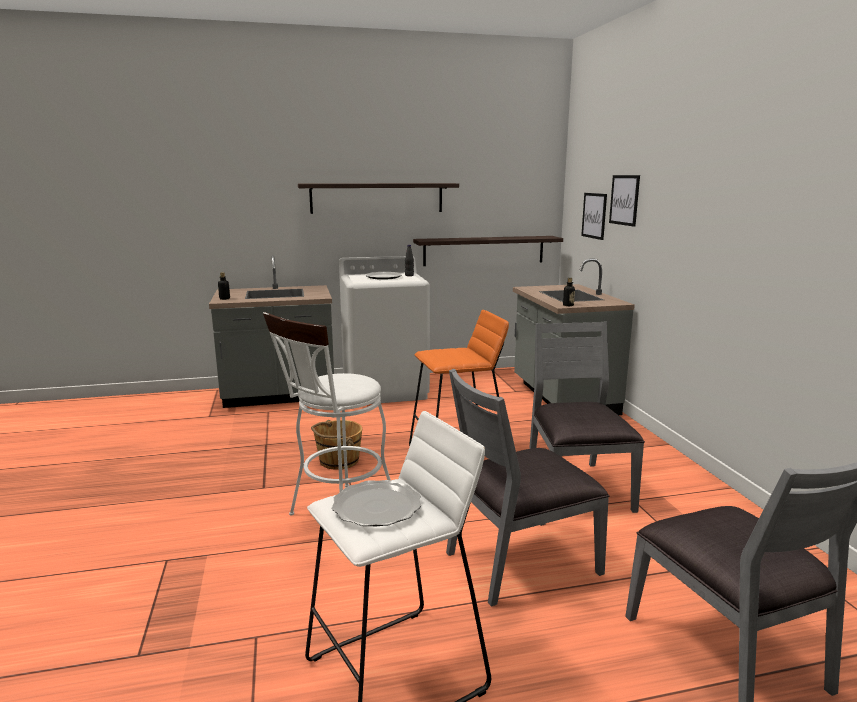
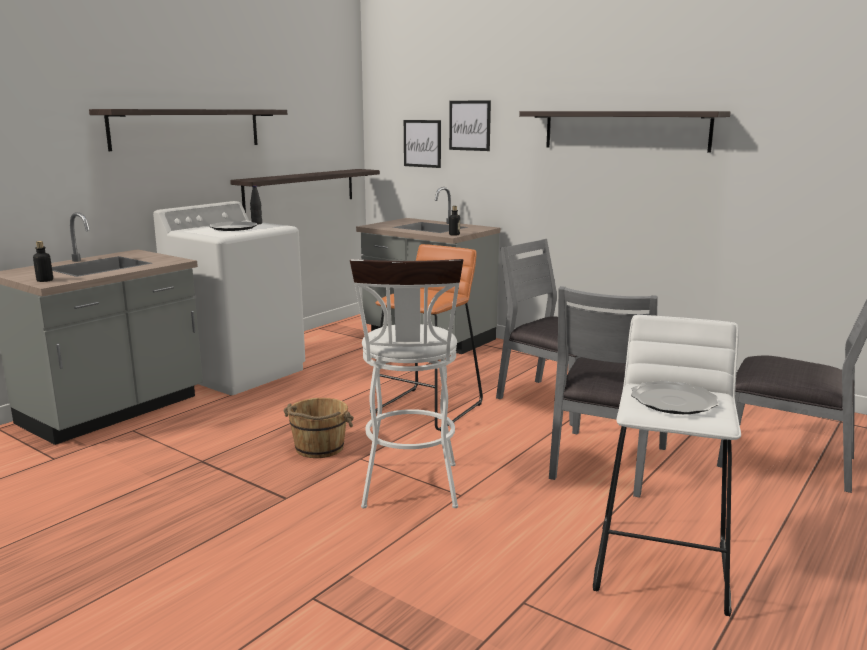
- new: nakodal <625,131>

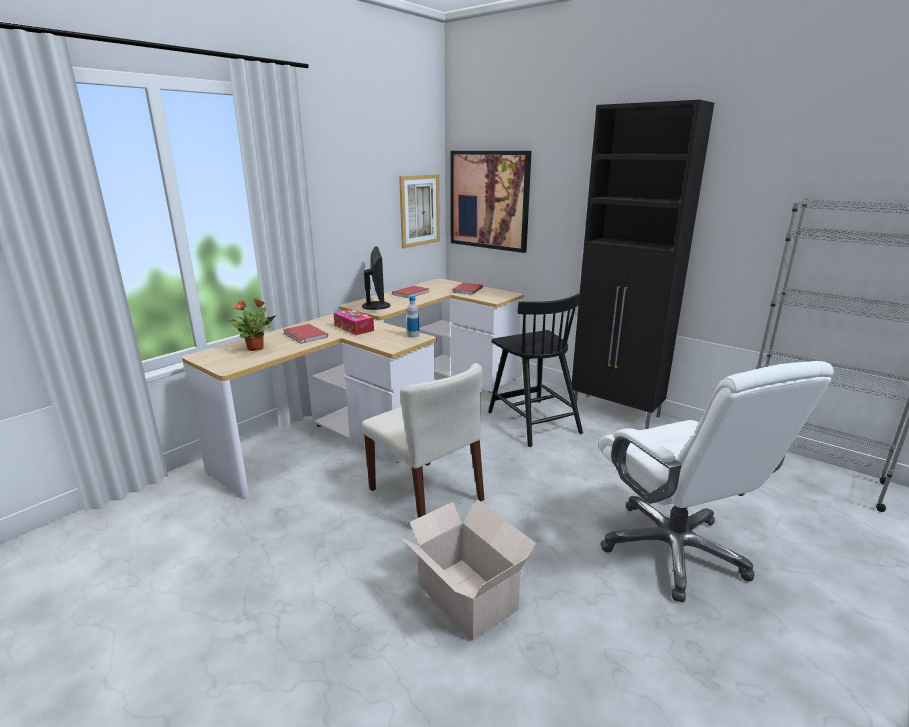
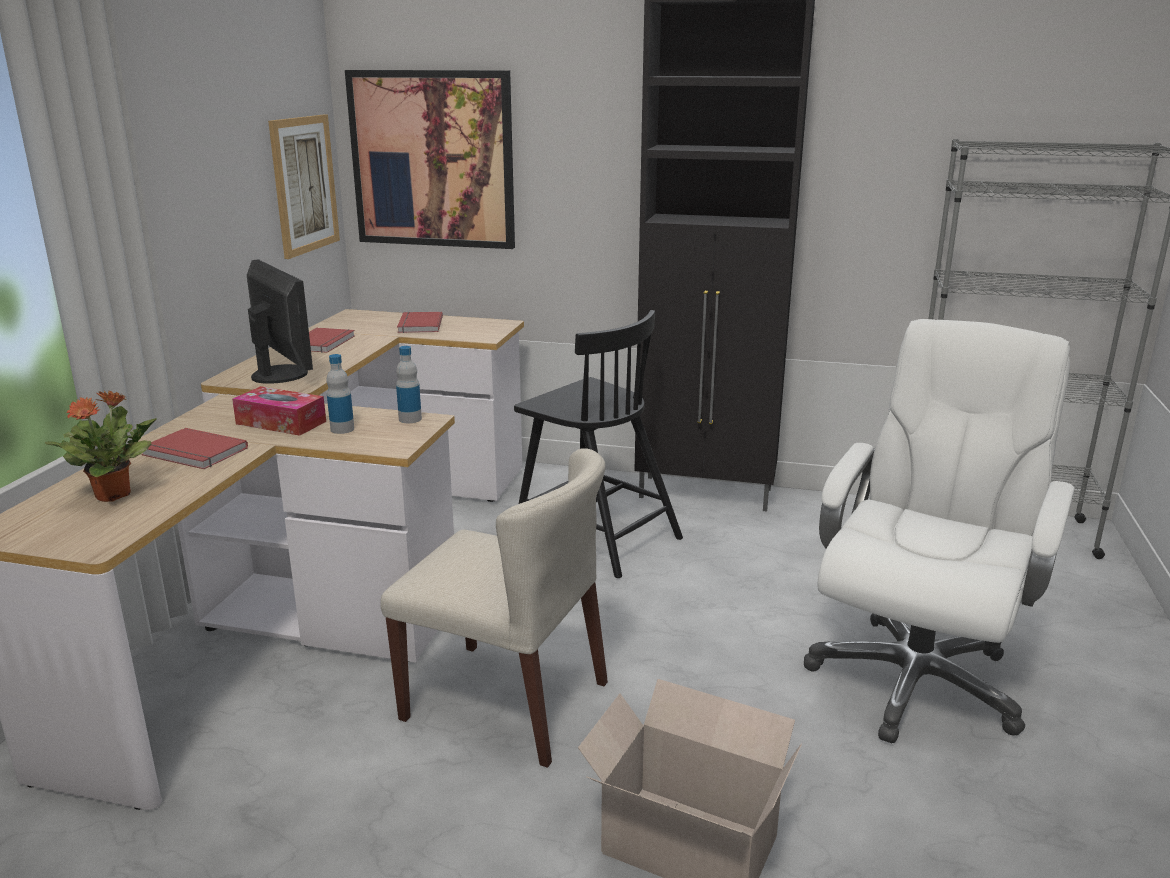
- rotated: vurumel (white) <716,481> = <939,531> 105 degrees counterclockwise
- new: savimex <340,394>

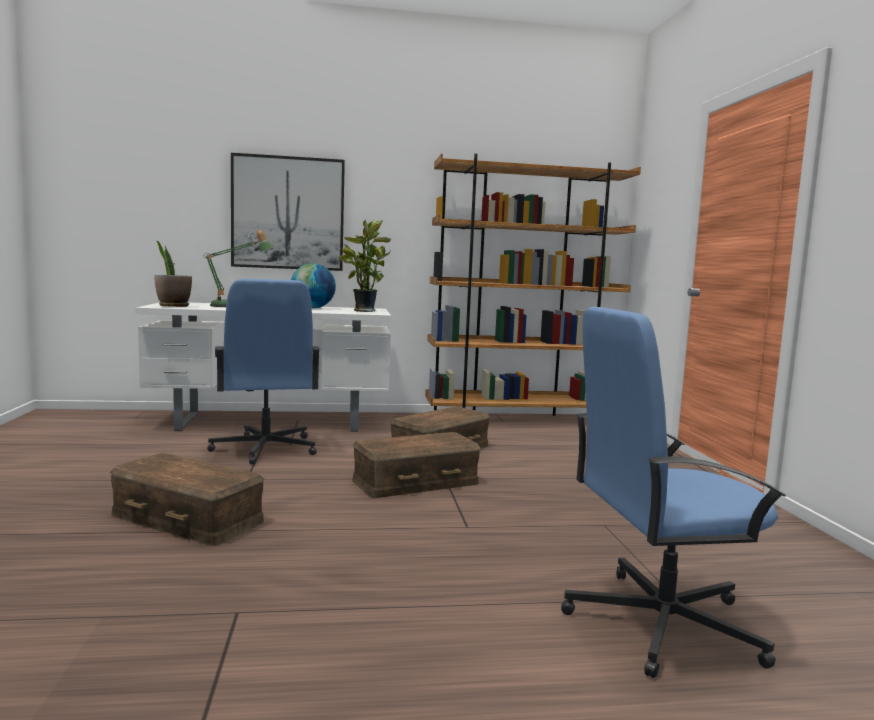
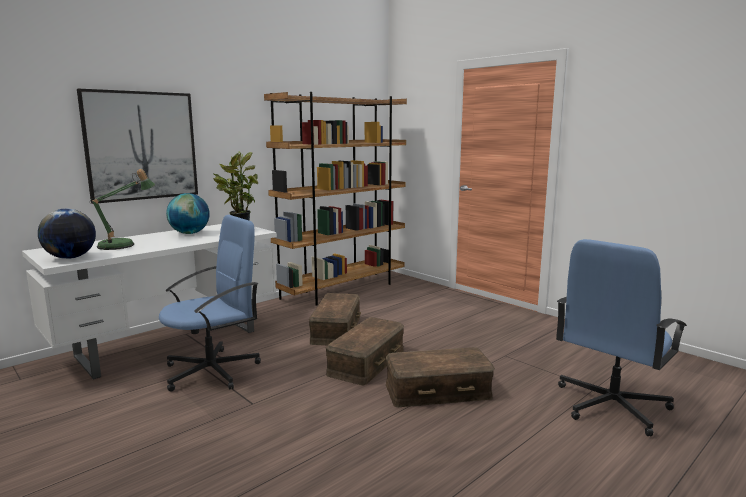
- shifted: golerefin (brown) <187,499> to <440,377>
- swapped: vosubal <173,273> to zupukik <67,234>
- rotated: vurumel (blue) <264,372> = <210,303> 75 degrees counterclockwise

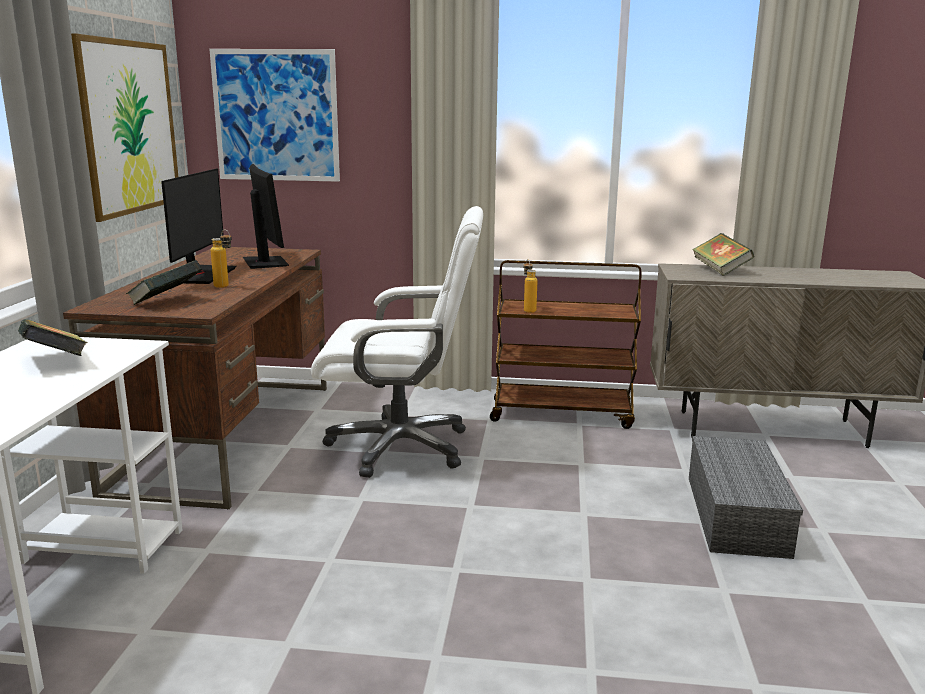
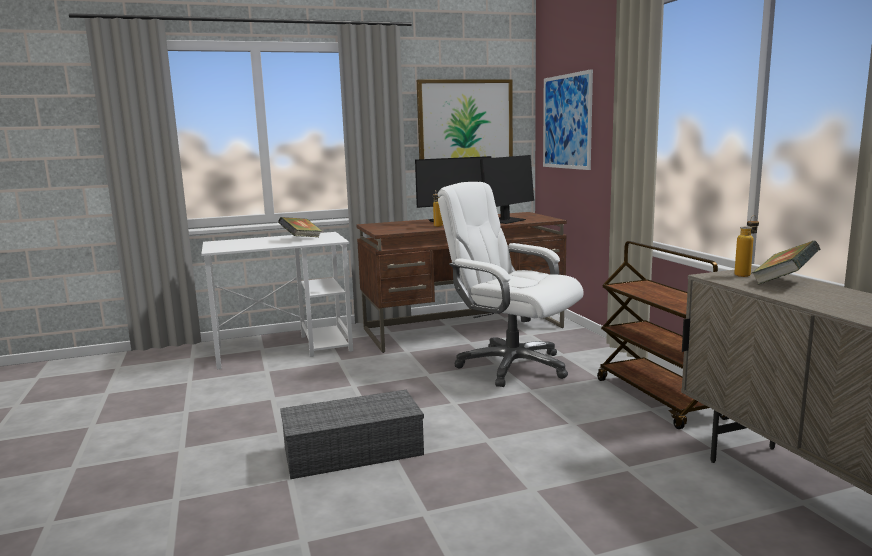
- gone: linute <164,283>
- rotated: vurumel (white) <397,342> = <511,284> 150 degrees clockwise
- shifted: savimex <530,286> to <746,246>
- shifted: golerefin (grey) <746,497> to <352,434>

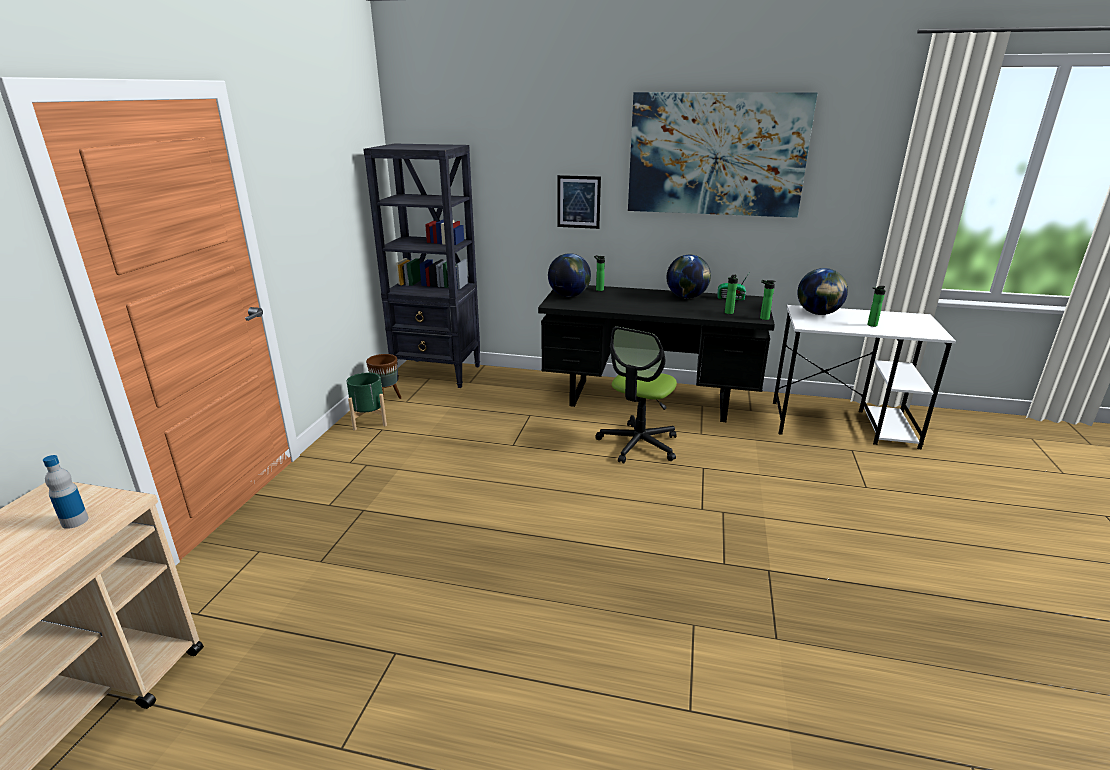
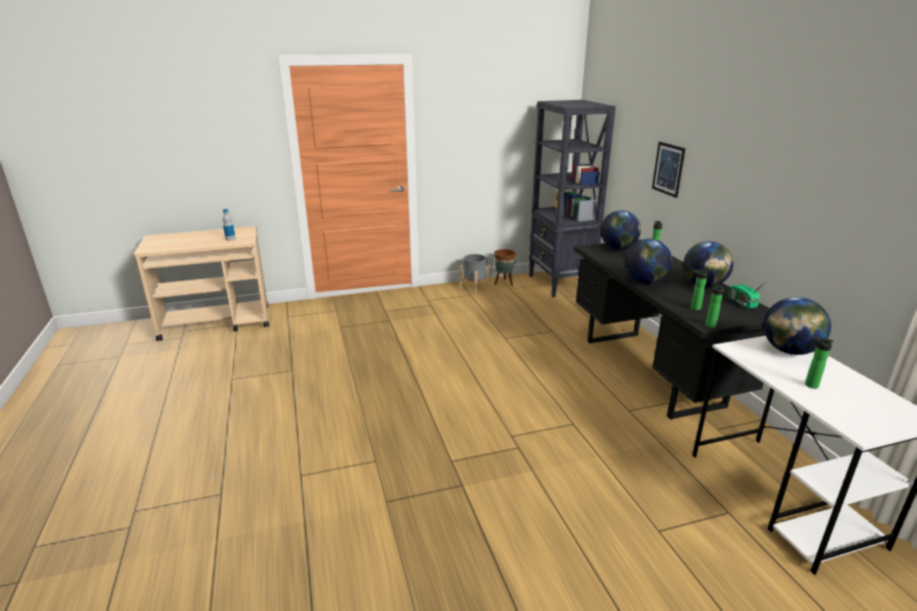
- repainted: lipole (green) <367,402> to lipole (grey) <475,274>
- gone: vurumel <636,395>
- gone: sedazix <722,155>
- new: zupukik <648,261>

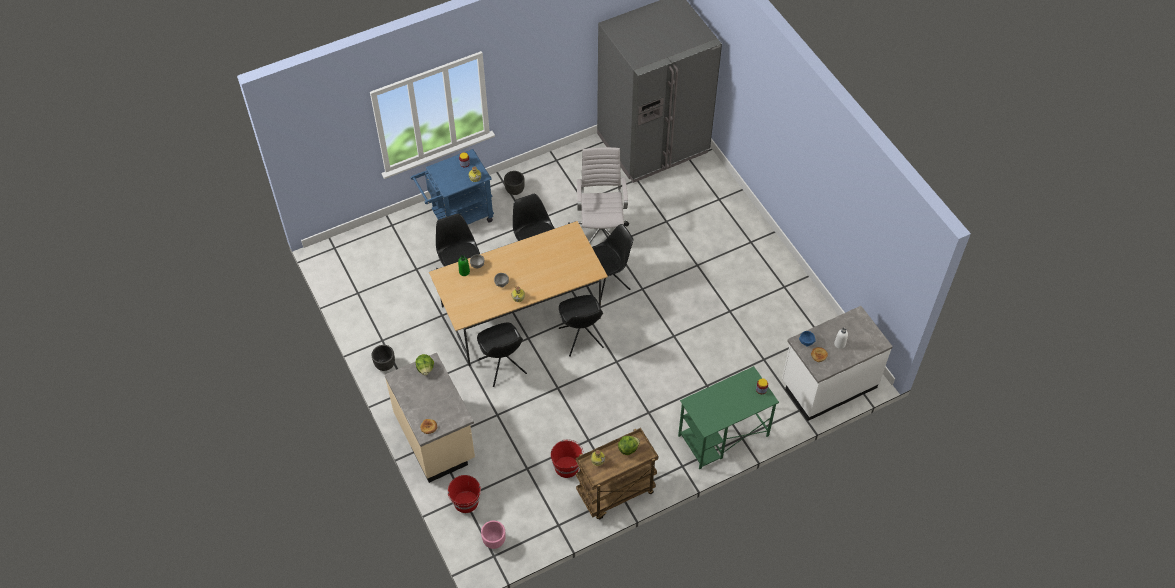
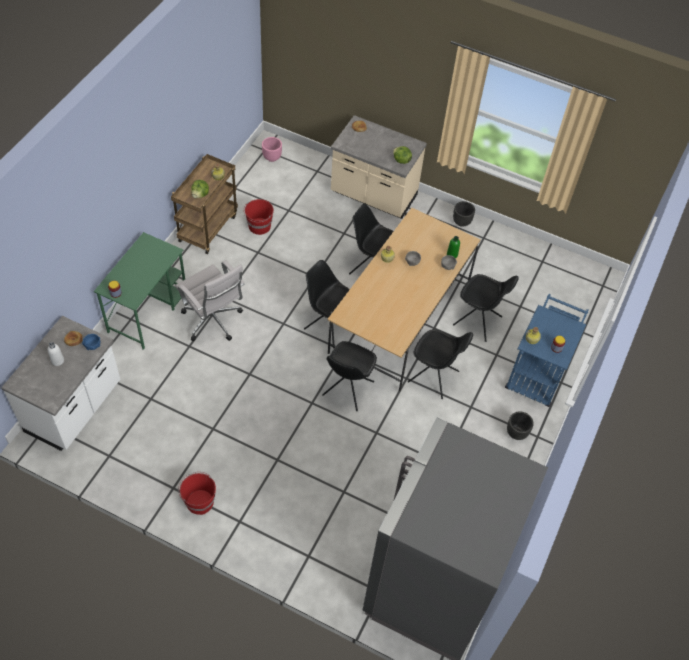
- shifted: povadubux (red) <464,494> to <197,493>
- shifted: vurumel (white) <603,195> to <210,300>

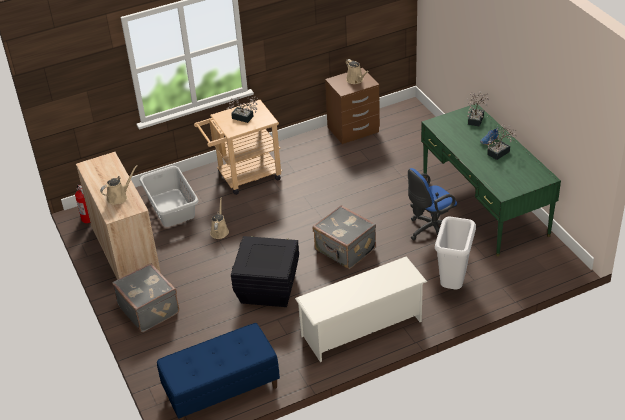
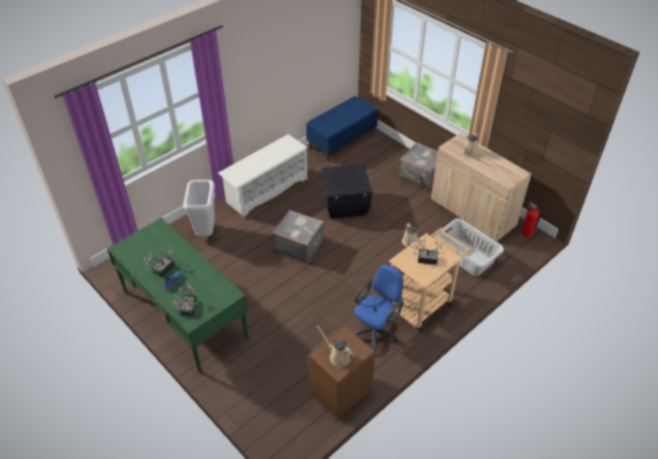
- shifted: vurumel (blue) <432,204> to <378,310>

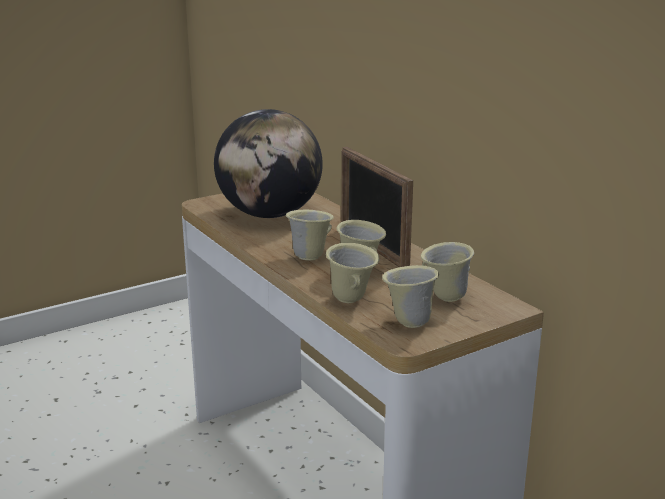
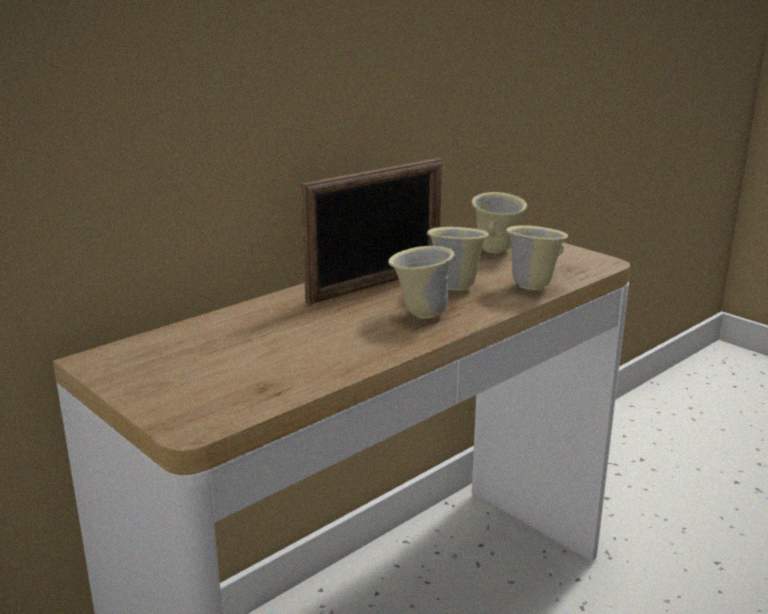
- gone: zupukik <268,163>
- gone: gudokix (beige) <410,296>

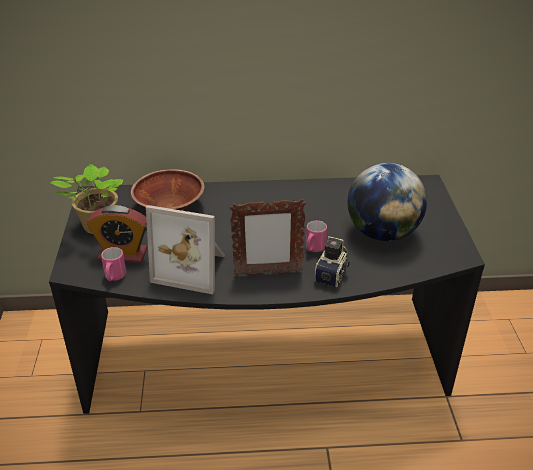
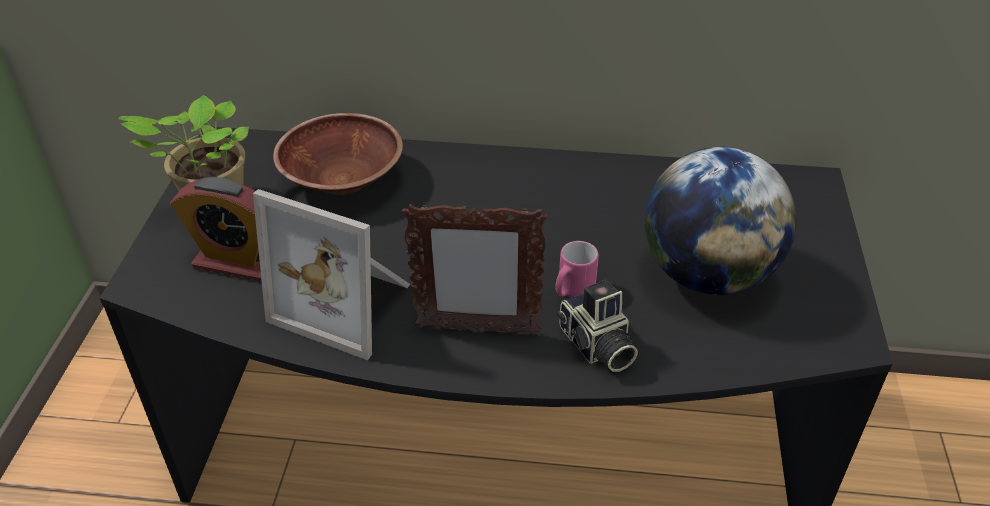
- gone: gudokix (pink) <113,264>
- rotated: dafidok <332,261> = <597,326> 120 degrees clockwise

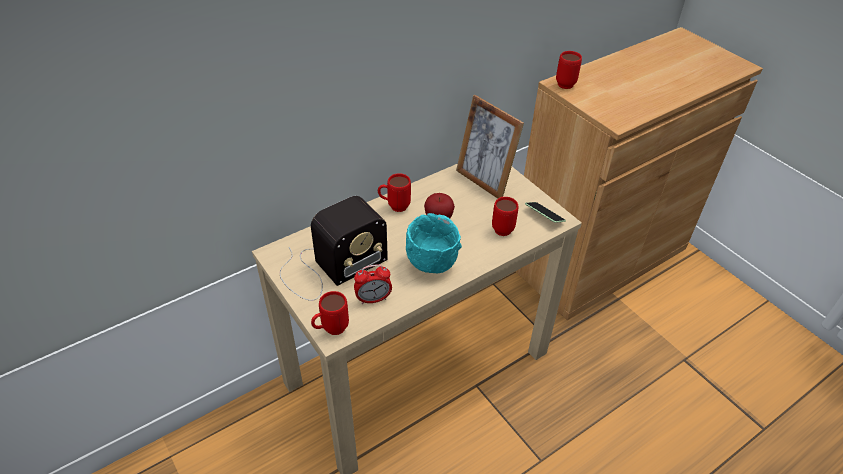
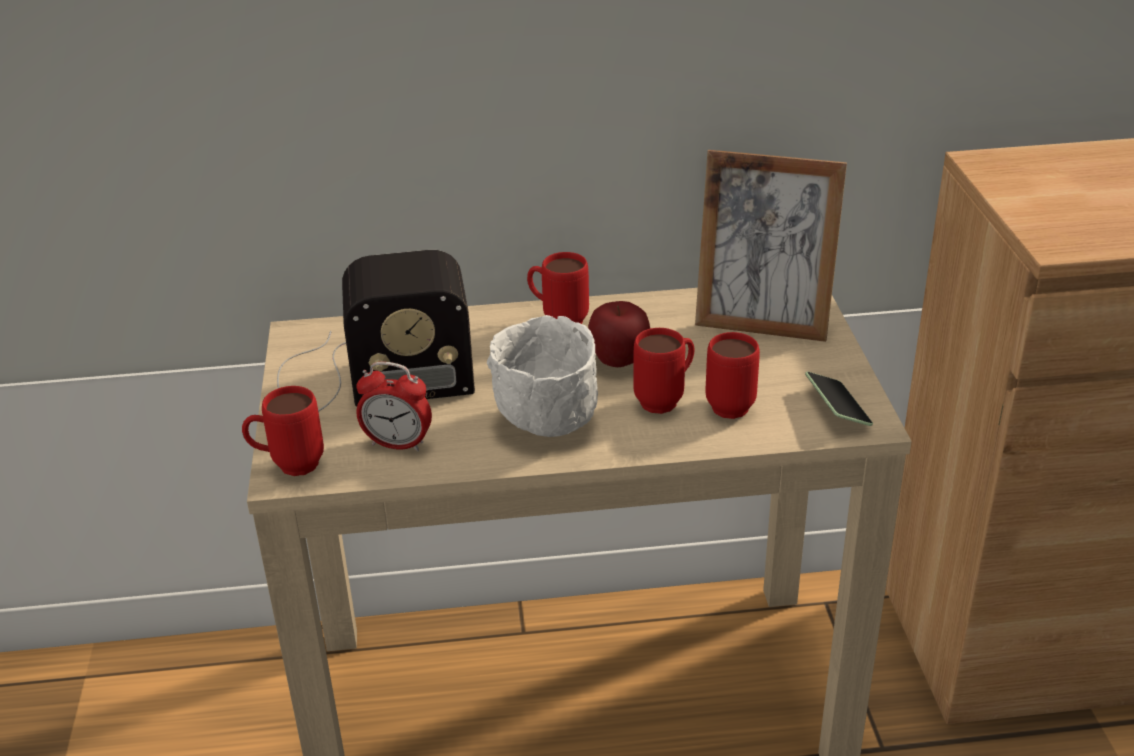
- repainted: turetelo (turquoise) <434,243> to turetelo (white) <542,376>
- rotated: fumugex <490,147> = <771,246> 60 degrees counterclockwise
- shifted: gudokix (red) <569,70> to <664,371>

